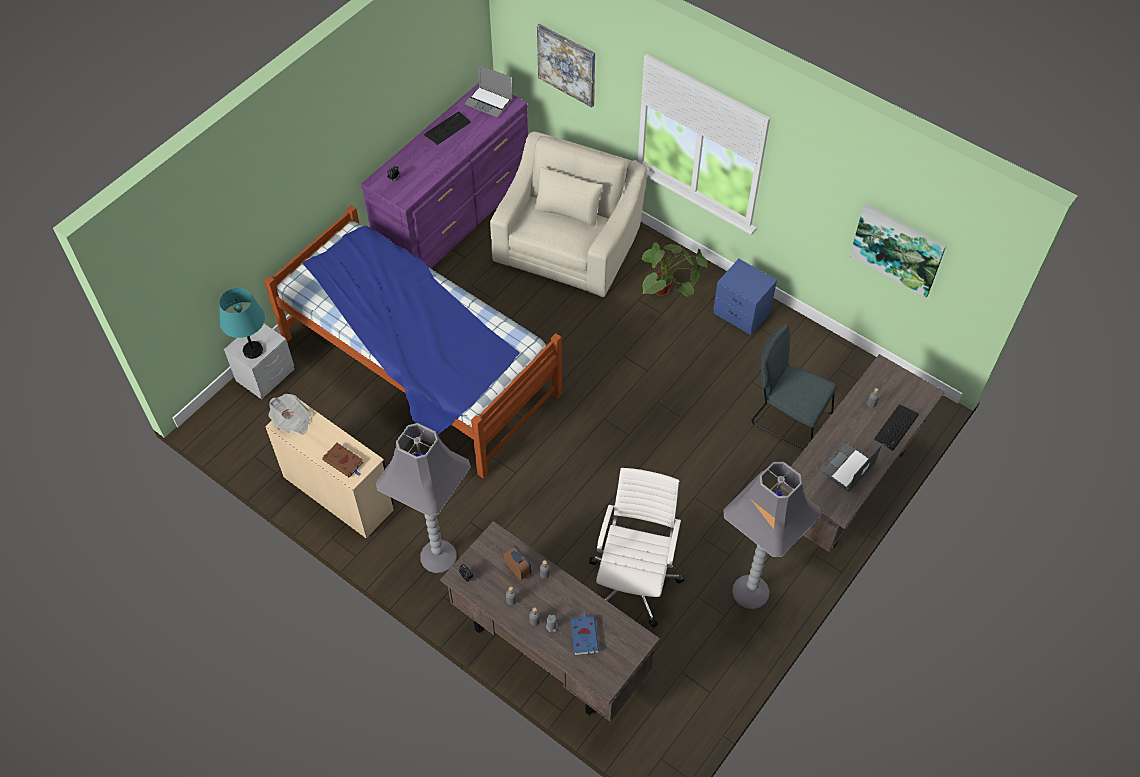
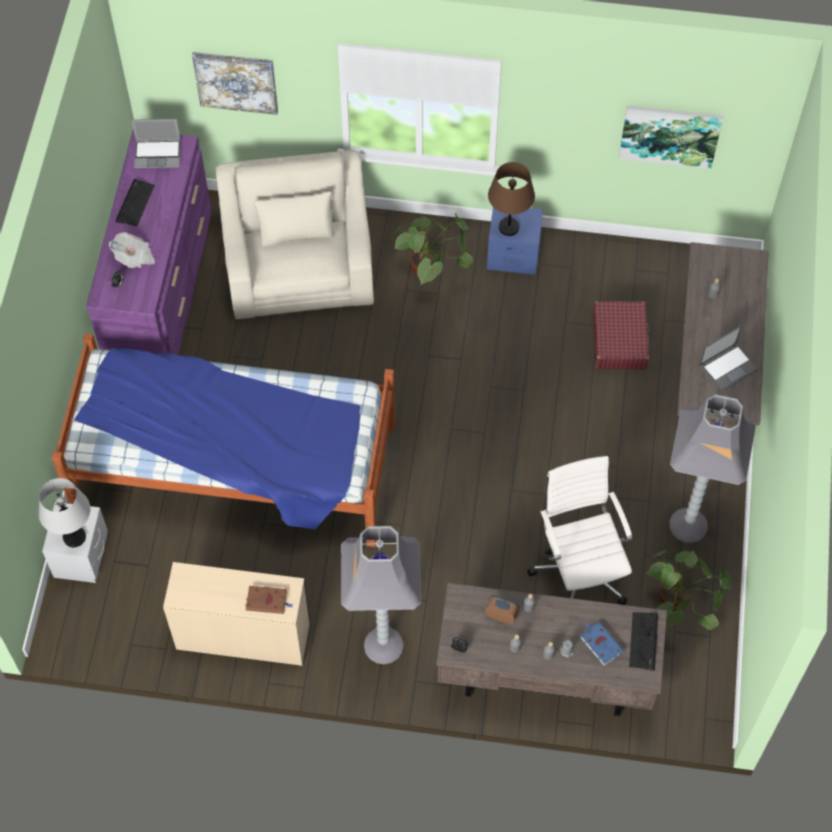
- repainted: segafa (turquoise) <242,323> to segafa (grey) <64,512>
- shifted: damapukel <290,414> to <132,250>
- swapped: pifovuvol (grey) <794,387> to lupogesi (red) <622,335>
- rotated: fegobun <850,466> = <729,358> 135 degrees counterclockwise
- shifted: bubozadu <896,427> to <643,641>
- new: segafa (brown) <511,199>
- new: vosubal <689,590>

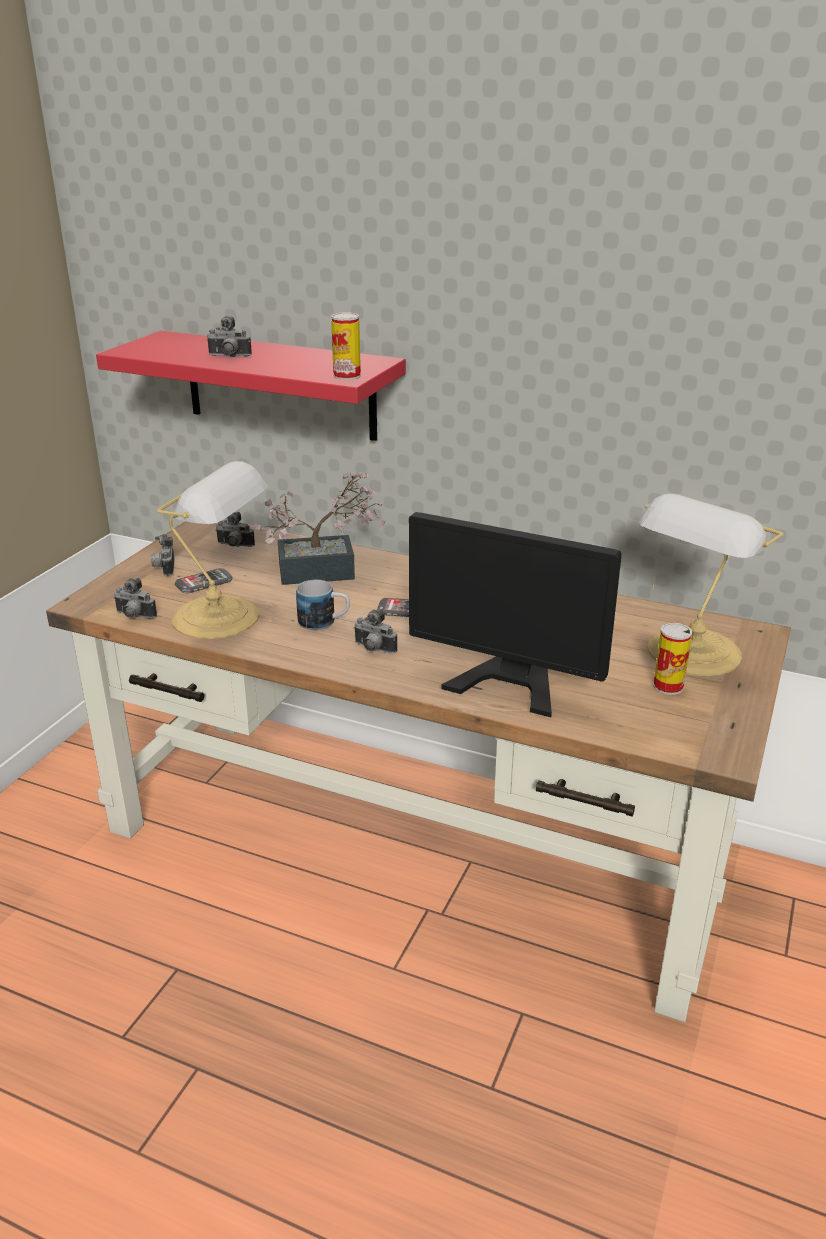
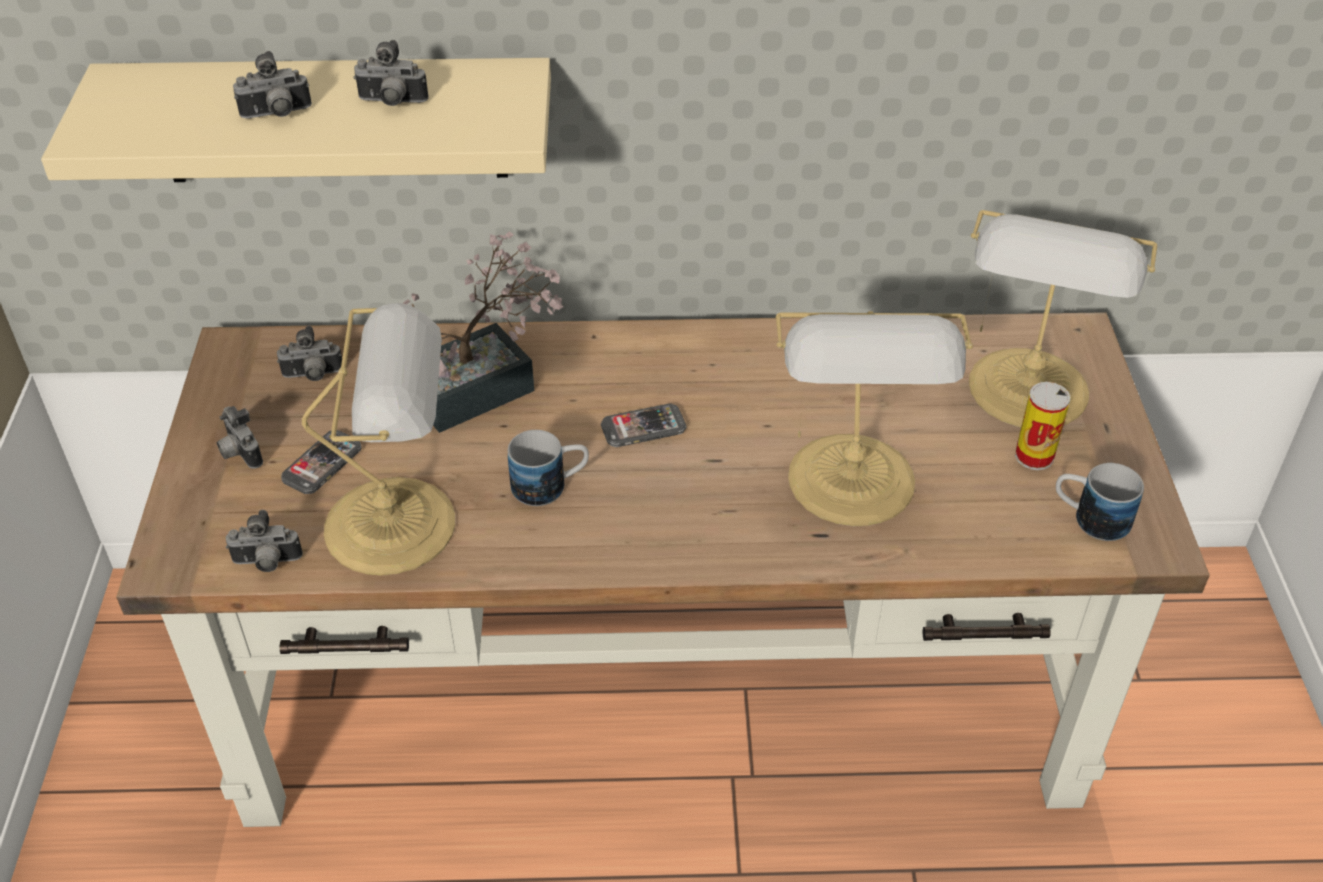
- repainted: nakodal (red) <251,386> to nakodal (beige) <296,120>
- gone: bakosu <346,346>
- shifted: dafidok <375,631> to <391,73>
- swapped: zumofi <515,614> to segafa <874,418>
- new: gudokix <1100,502>

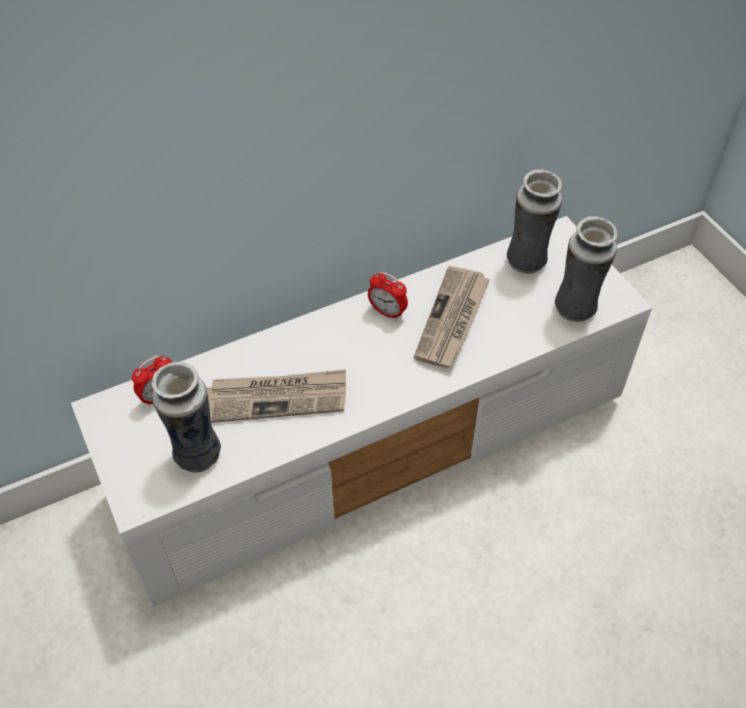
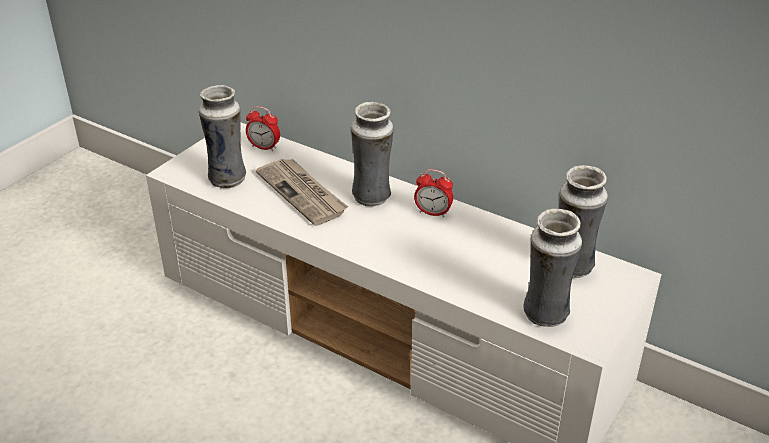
- rotated: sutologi <388,296> = <433,193> 75 degrees counterclockwise
- gone: damapukel <452,317>
- new: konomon <372,154>

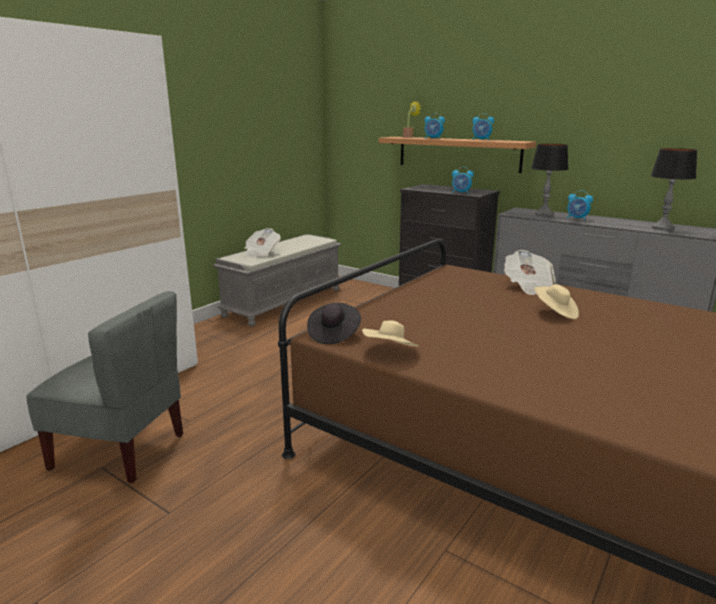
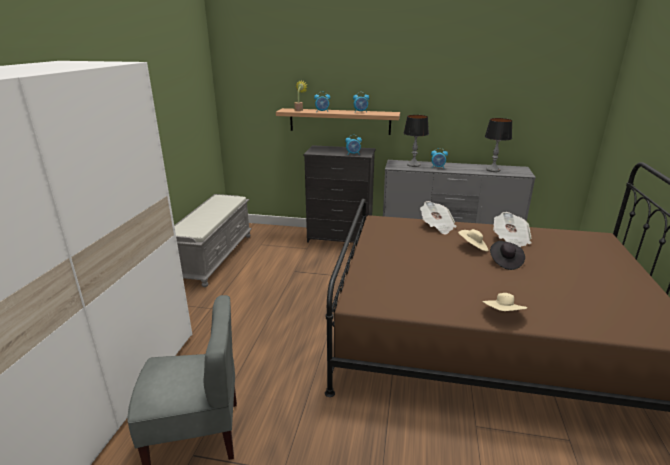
- shifted: damapukel <262,243> to <512,229>
- shifted: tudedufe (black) <334,323> to <507,255>
- shifted: tudedufe (beige) <390,333> to <504,302>

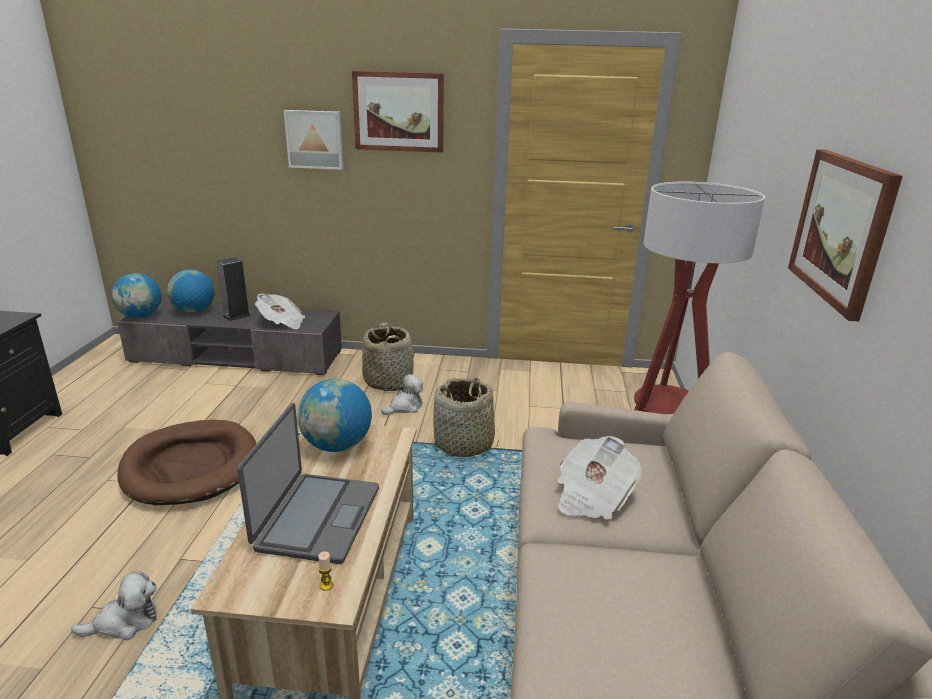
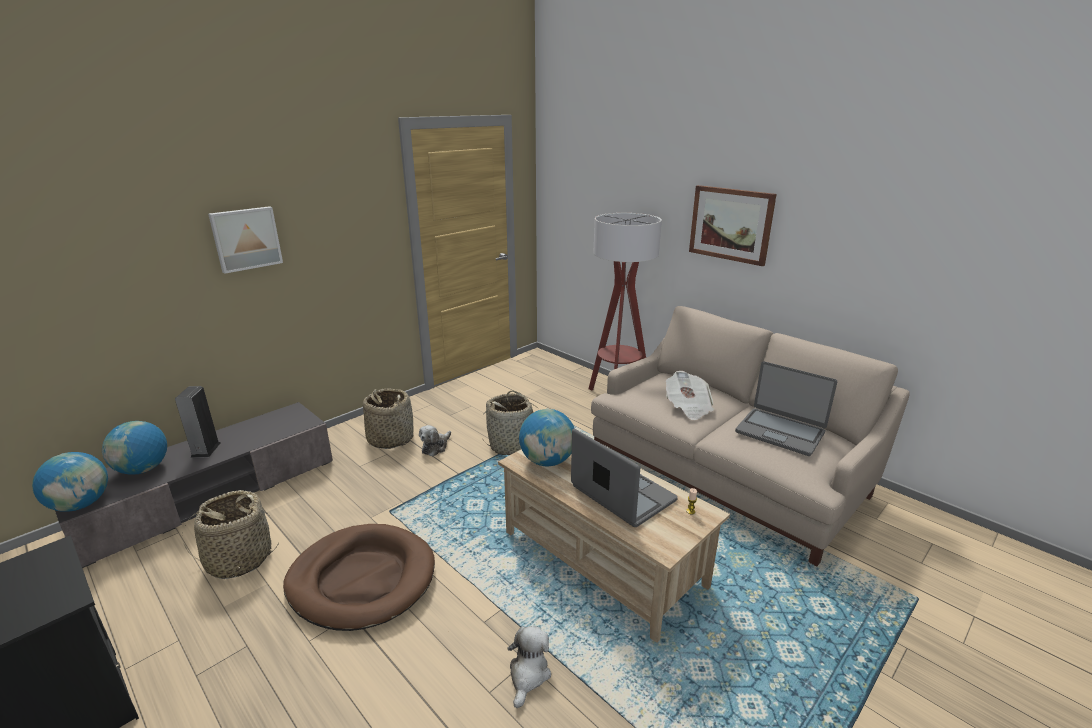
- gone: damapukel <280,311>
- gone: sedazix <398,112>
- rotated: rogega <402,394> = <435,440> 150 degrees counterclockwise
- new: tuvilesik <230,534>
- new: fegobun <786,408>

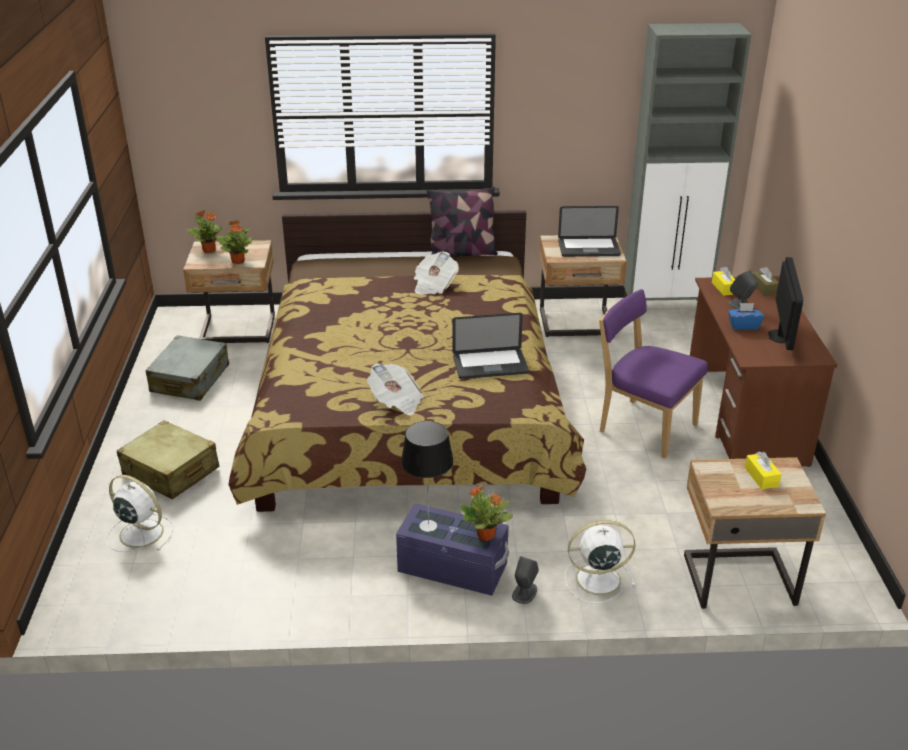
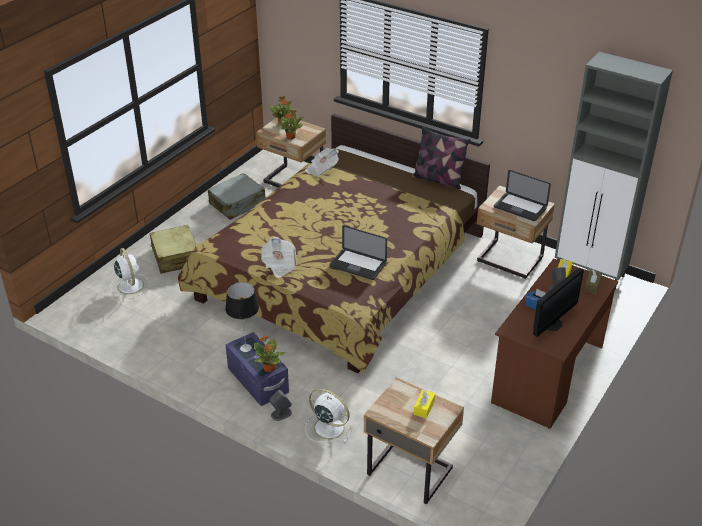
- shifted: damapukel <436,273> to <322,162>
- gone: pifovuvol (purple) <653,373>

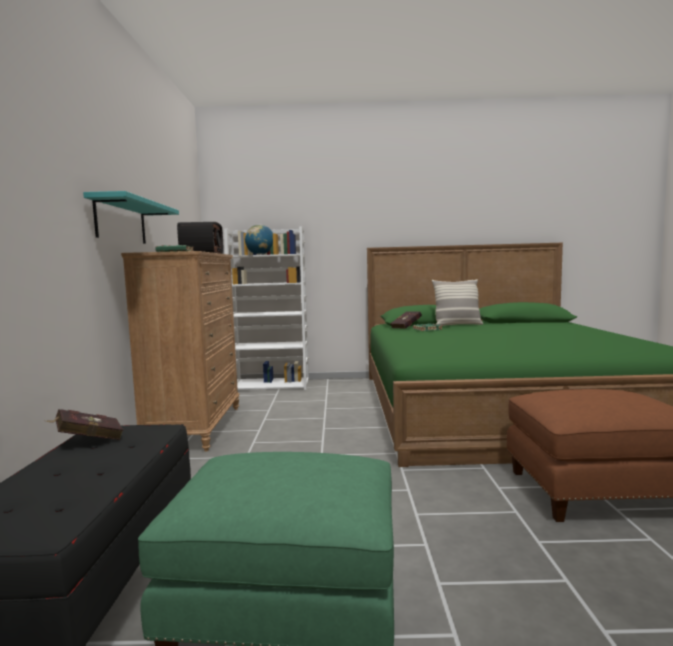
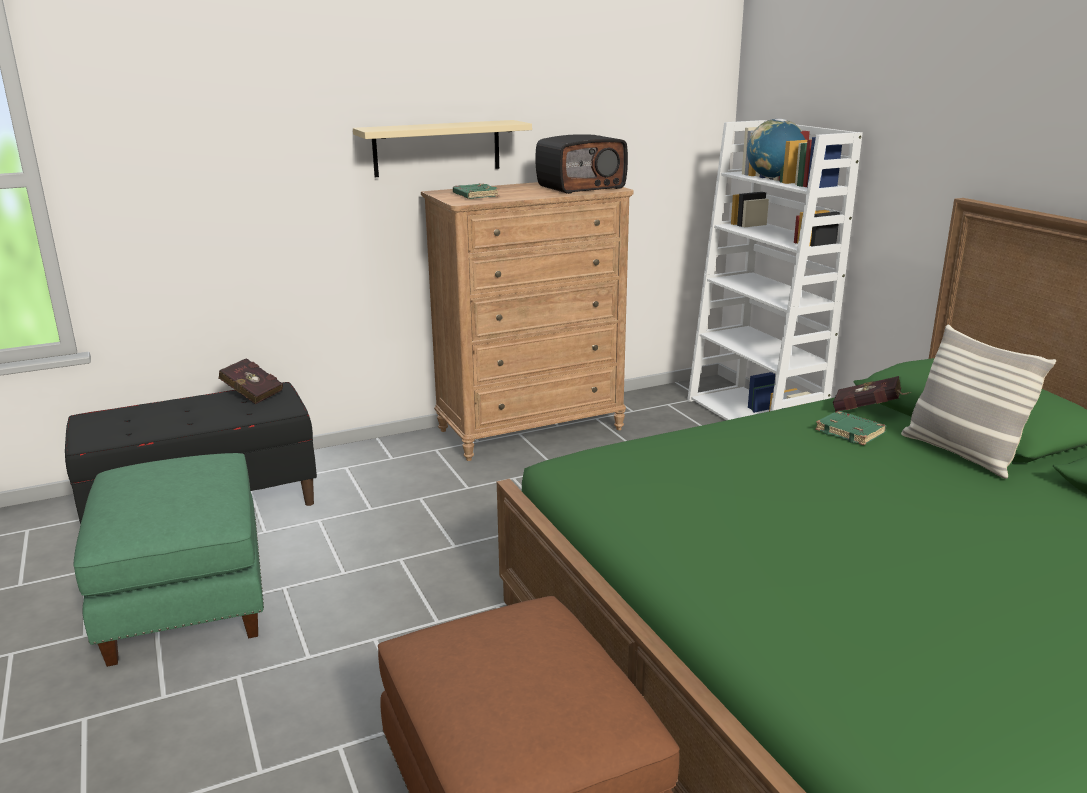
- repainted: nakodal (turquoise) <131,217> to nakodal (beige) <442,148>

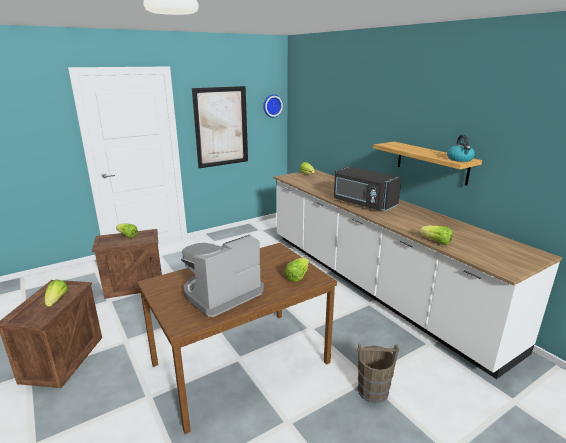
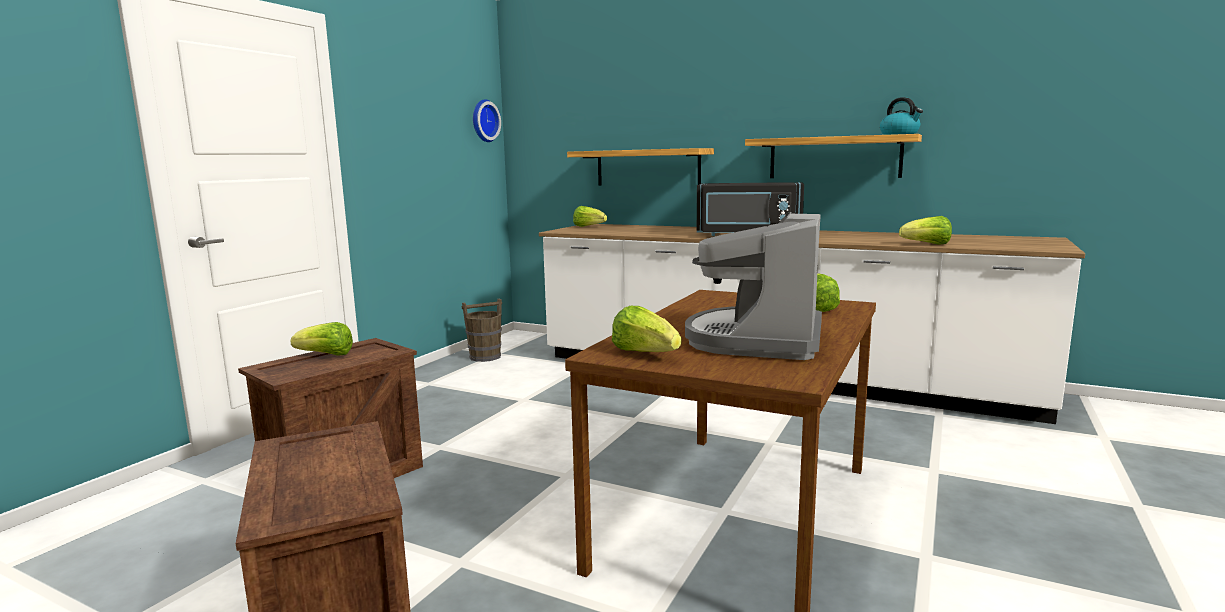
- shifted: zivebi <56,293> to <647,329>
- gone: sedazix <220,127>
- shifted: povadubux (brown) <378,374> to <482,330>
- new: nakodal <640,167>

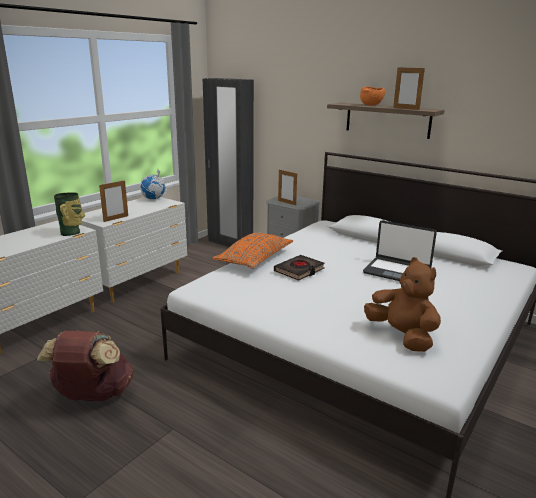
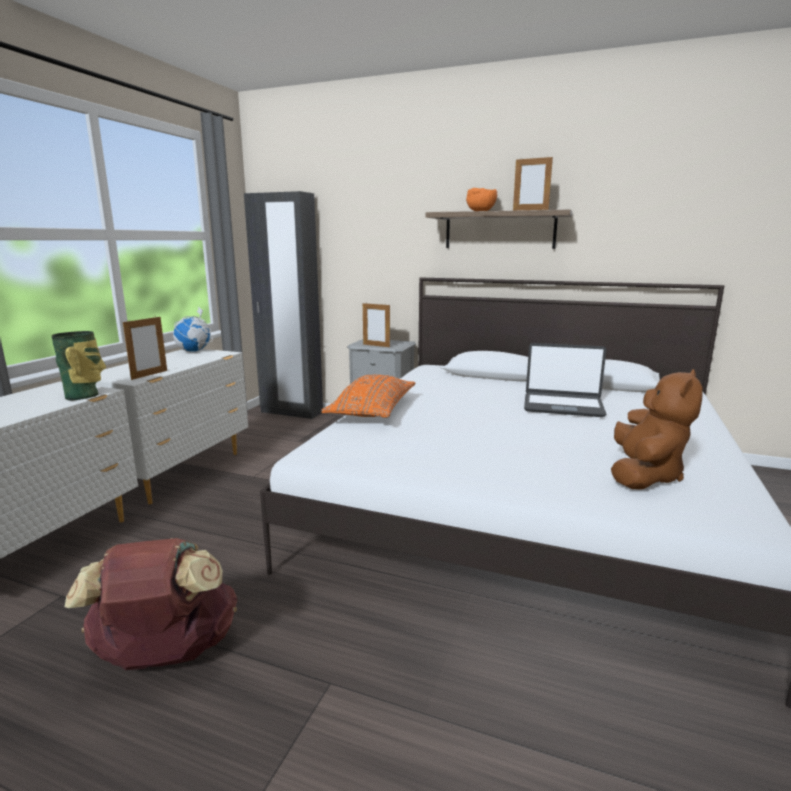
- gone: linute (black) <299,268>
- rotated: rogega (brown) <402,304> = <657,429> 75 degrees clockwise

